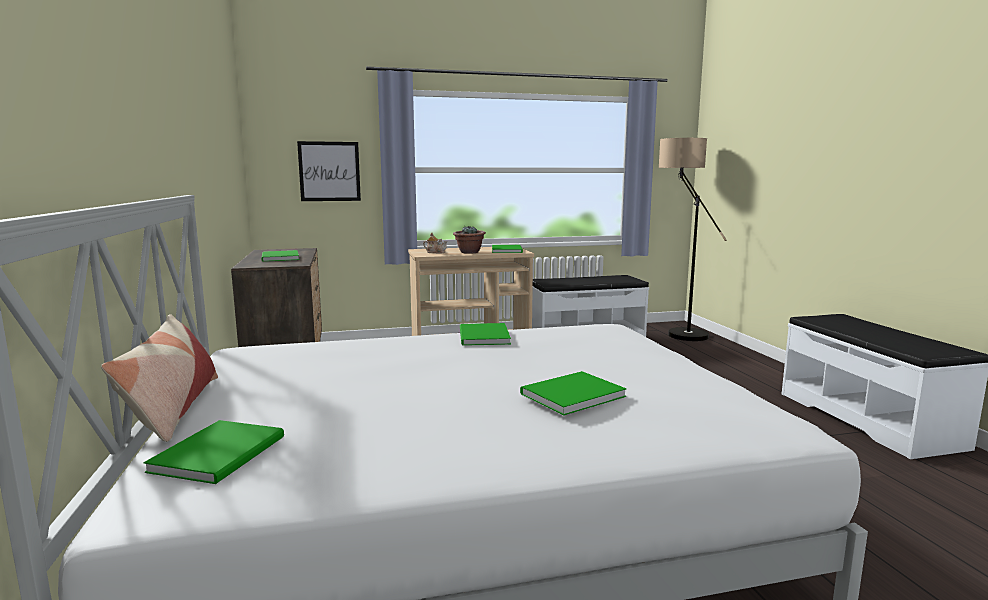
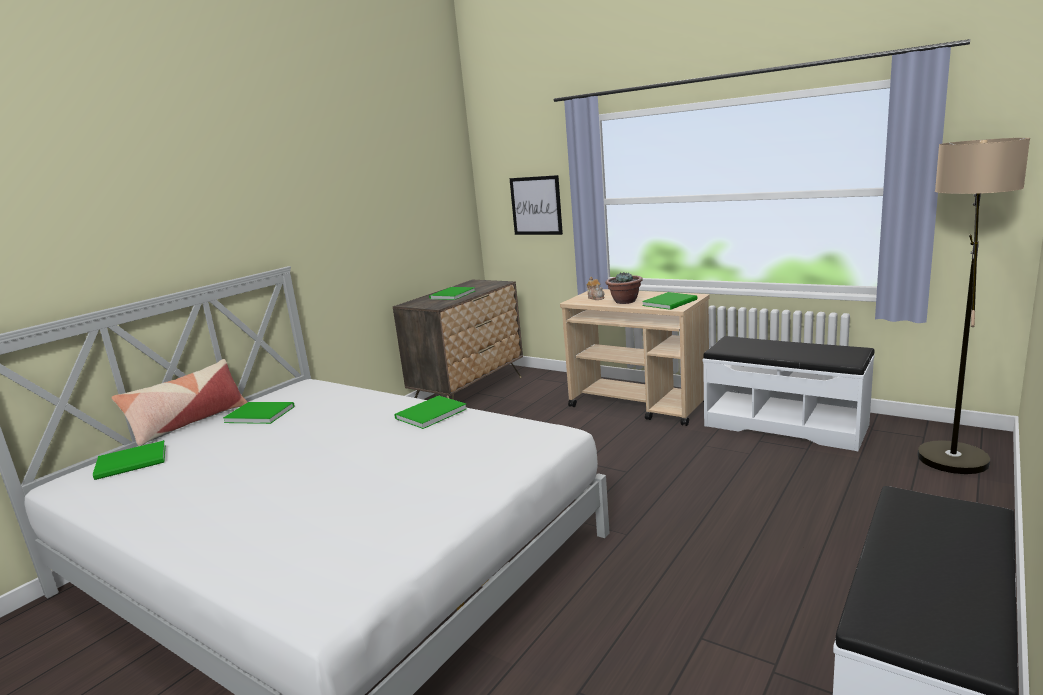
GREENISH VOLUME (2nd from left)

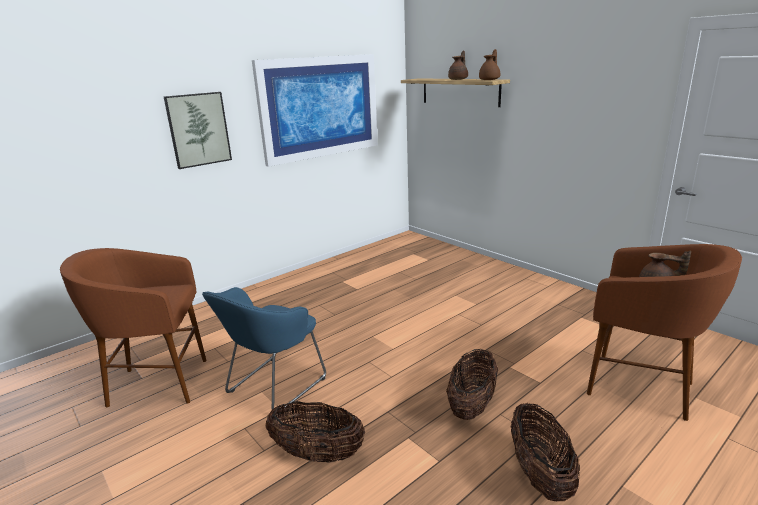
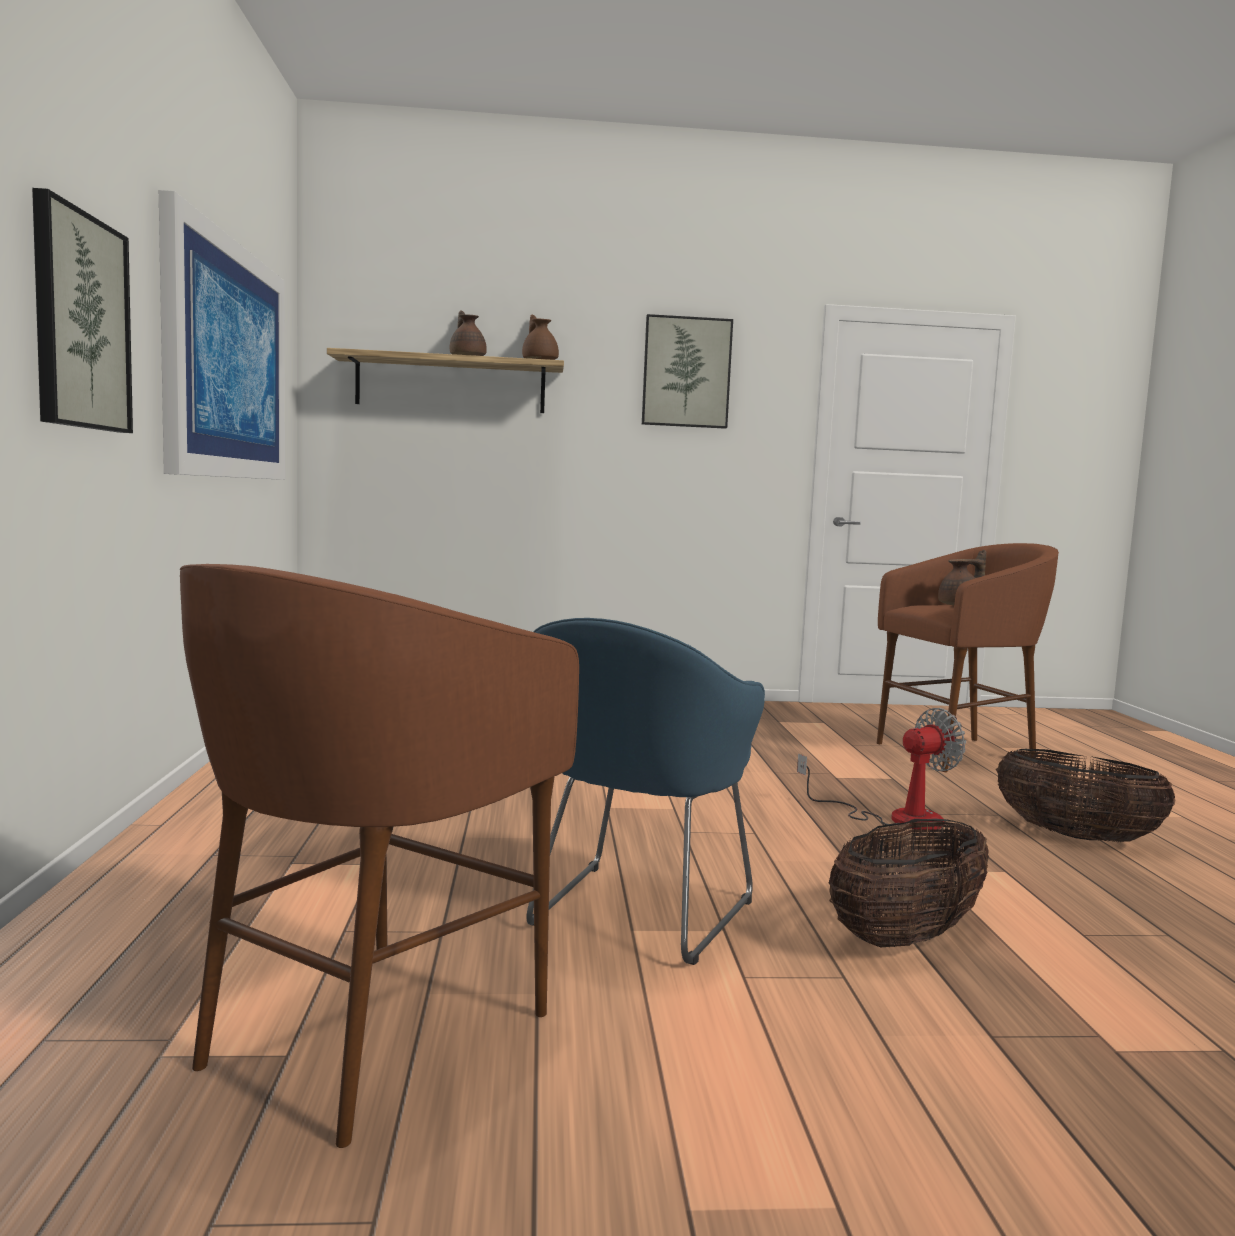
BLUE-COLOURED LOUNGE CHAIR; ELECTRIC FAN; WALL ART (3rd from left)

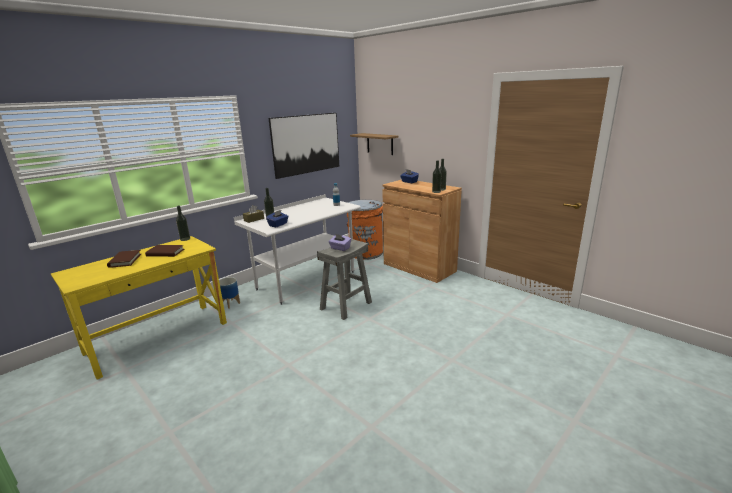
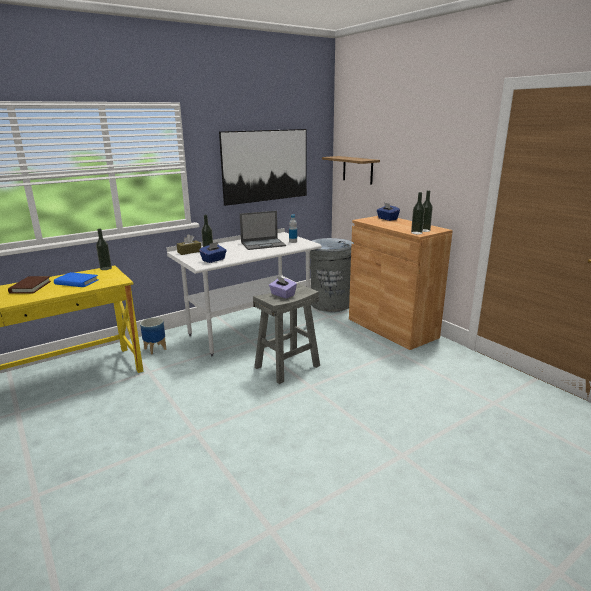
GREY WASTE BIN; BLUE-COLOURED VOLUME; LAPTOP

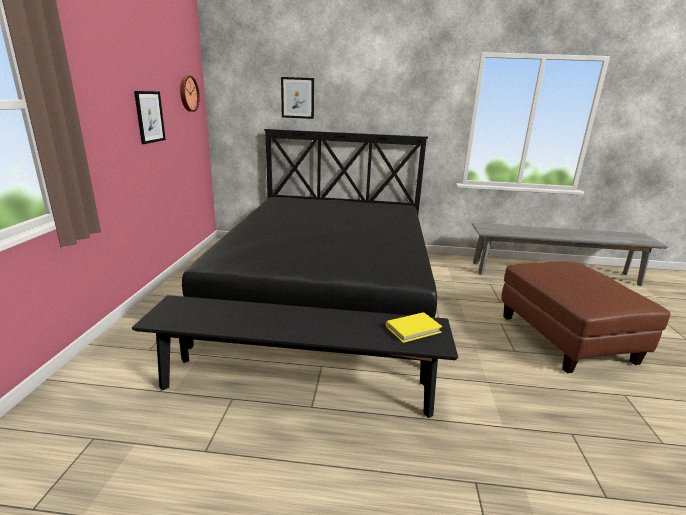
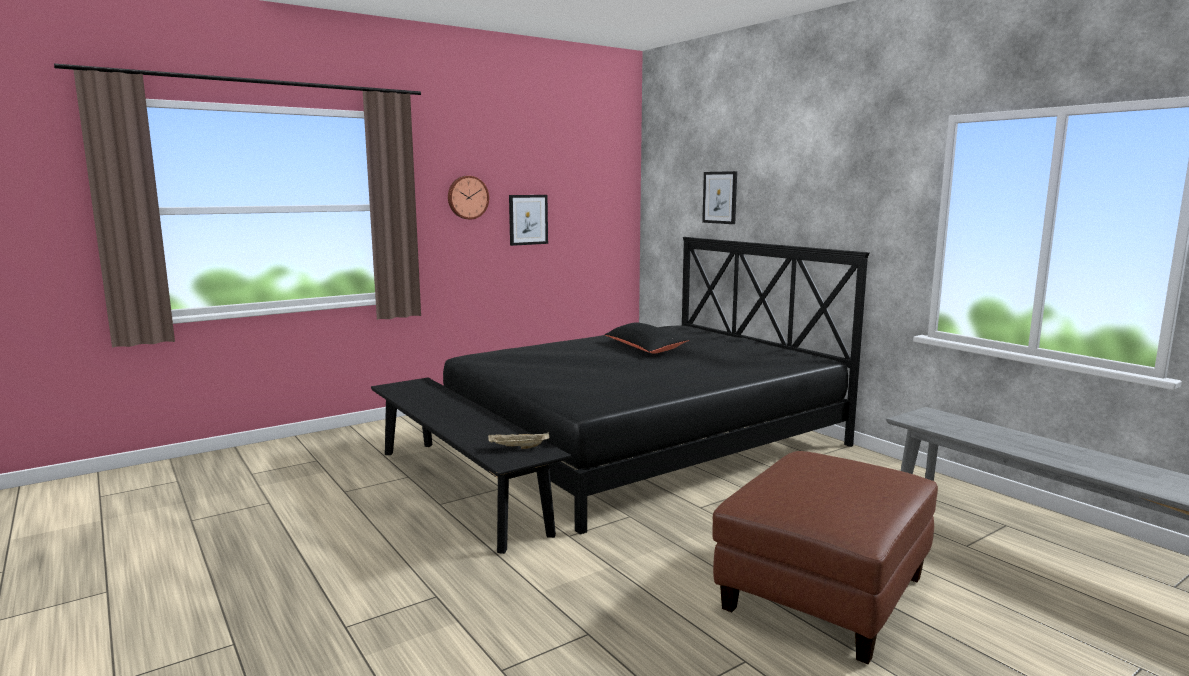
WALL CLOCK; BEIGE-COLOURED SERVING TRAY; BLACK-COLOURED PILLOW

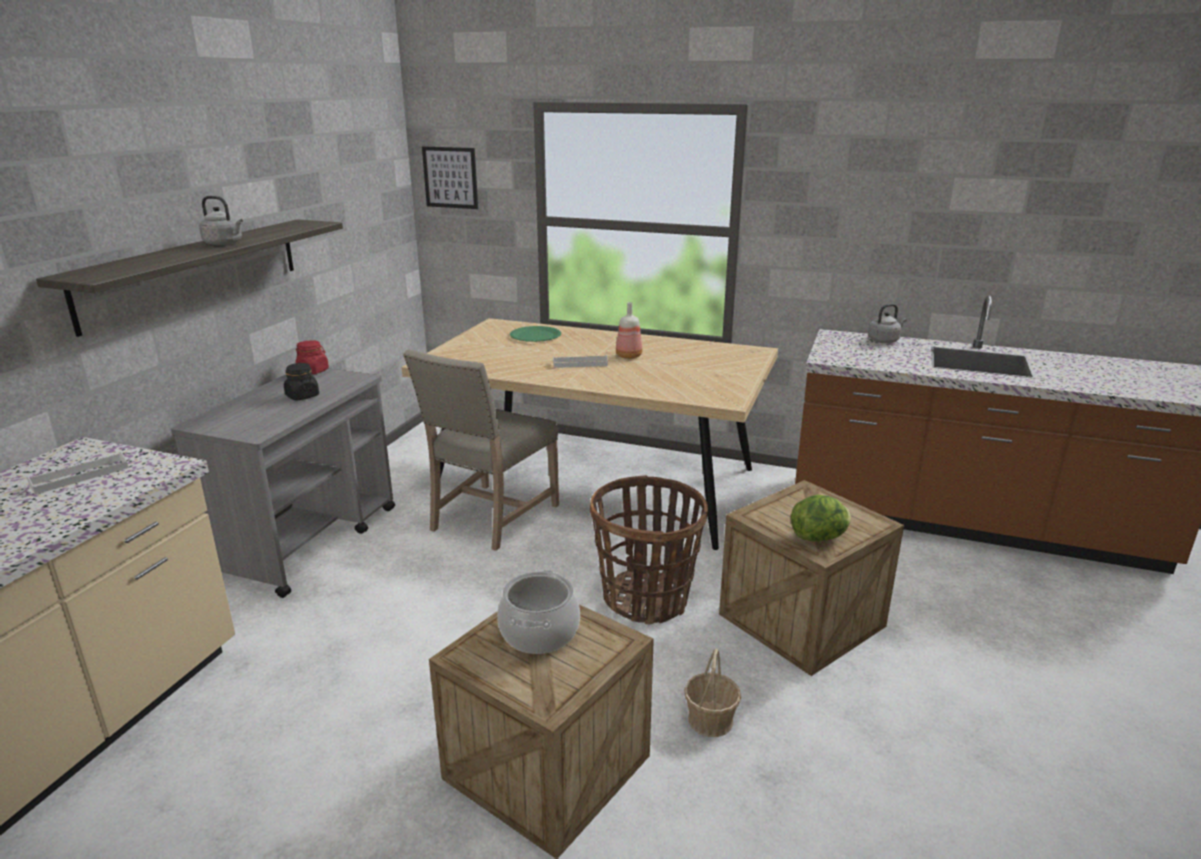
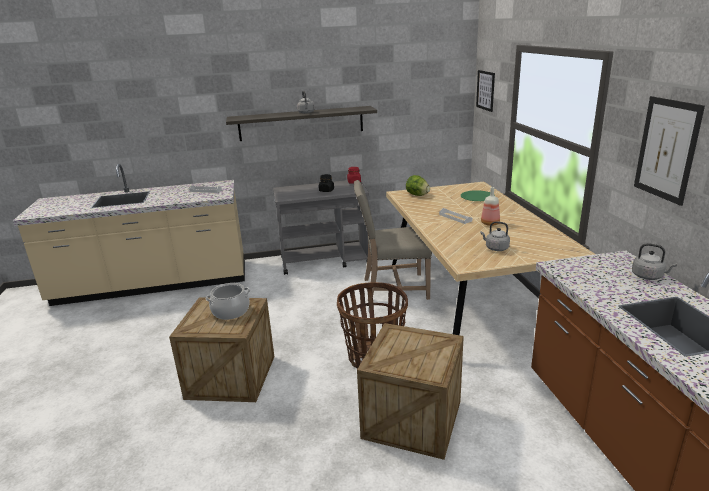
HEAD OF LETTUCE; BASKET (2nd from left in the first image); WALL ART (2nd from left); GREY KETTLE (2nd from left)

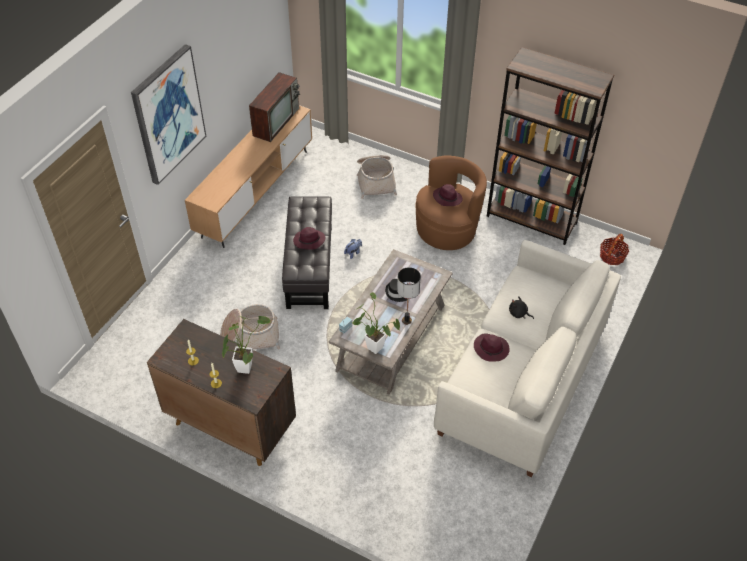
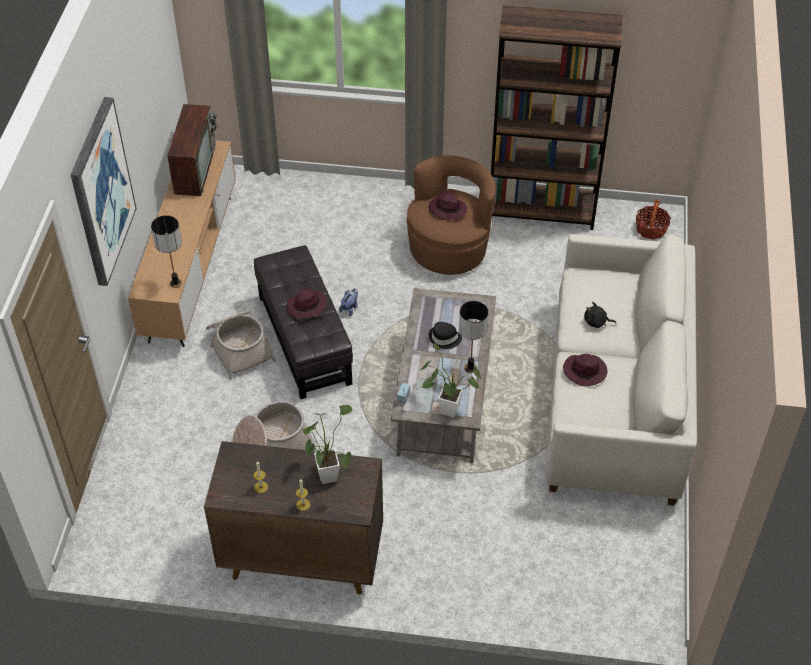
BASKET (1st from left); TABLETOP LAMP (1st from left)

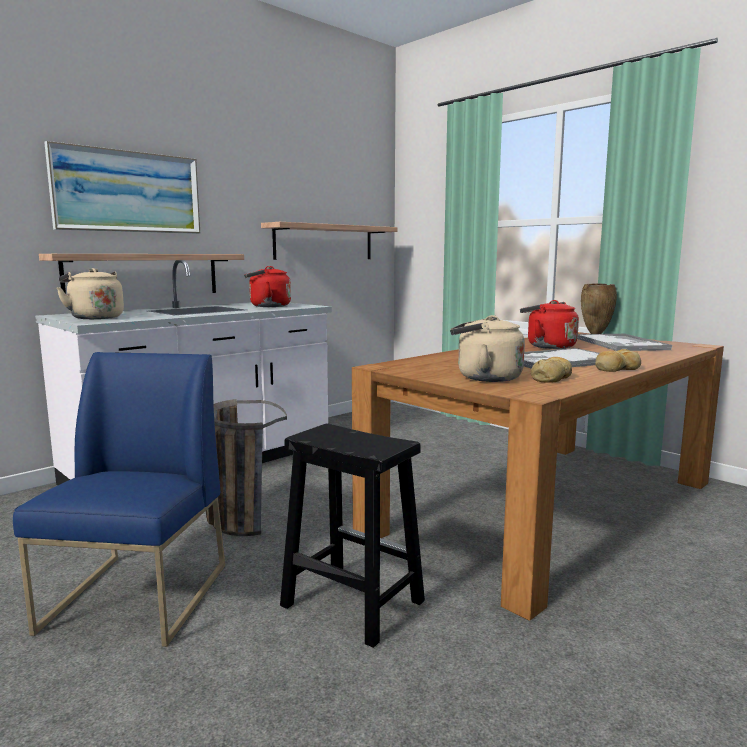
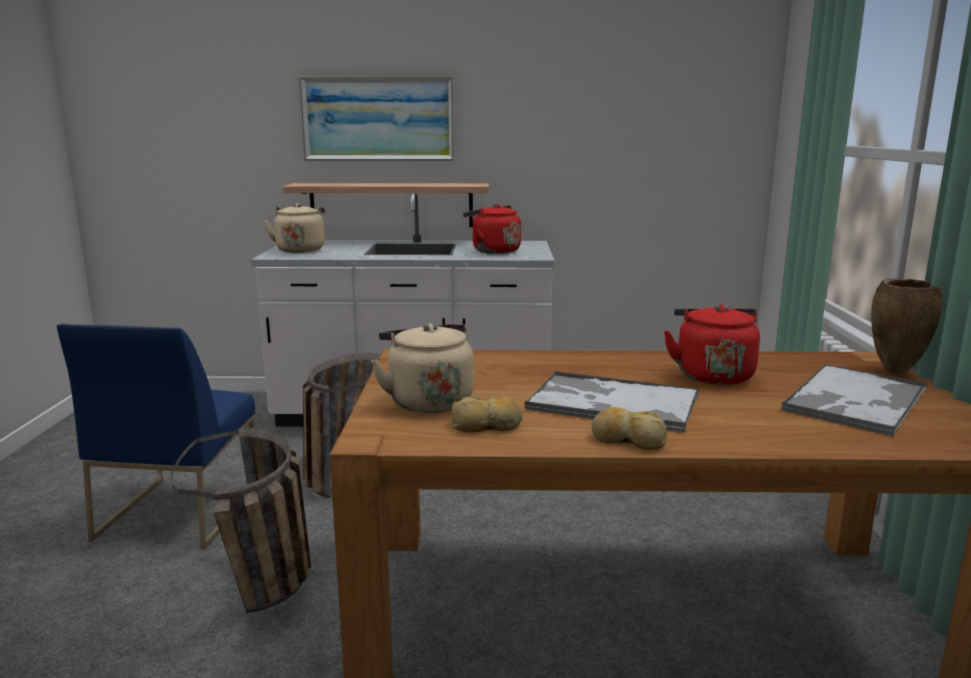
BRACKET SHELF (2nd from left in the first image); BLUE-COLOURED PLAIN CHAIR; BASKET (1st from left)

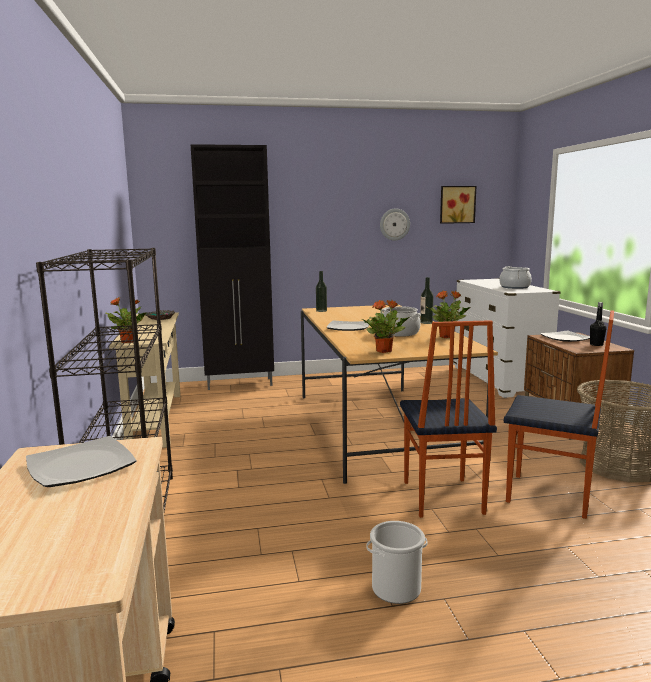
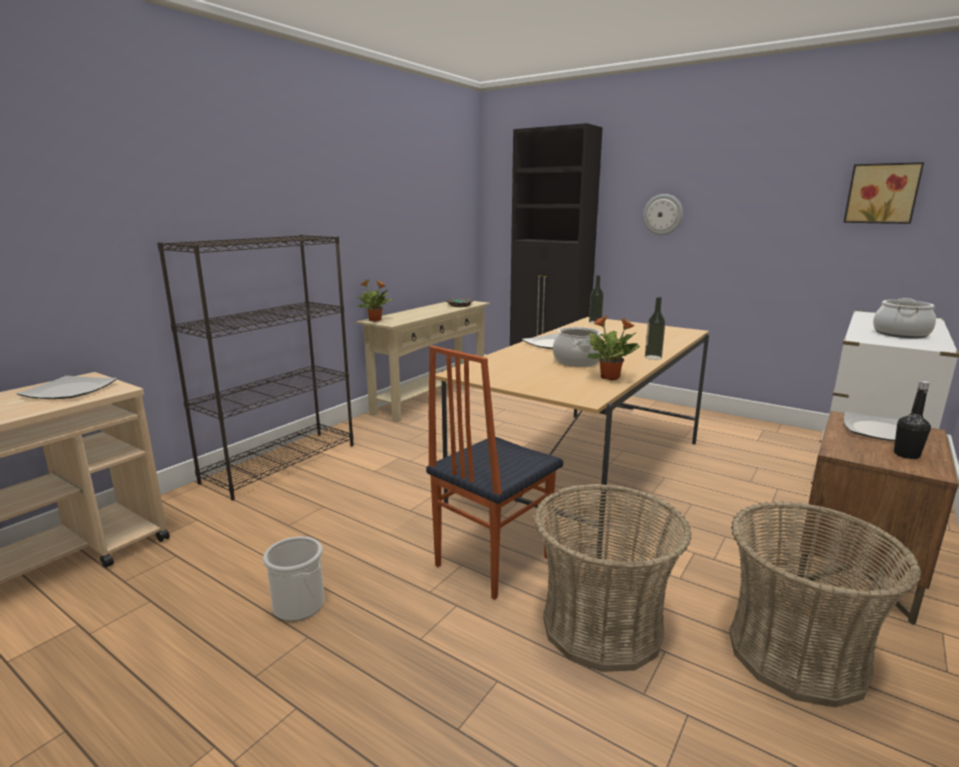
WALL CLOCK; HOUSEPLANT (2nd from left in the first image); BASKET (1st from left)

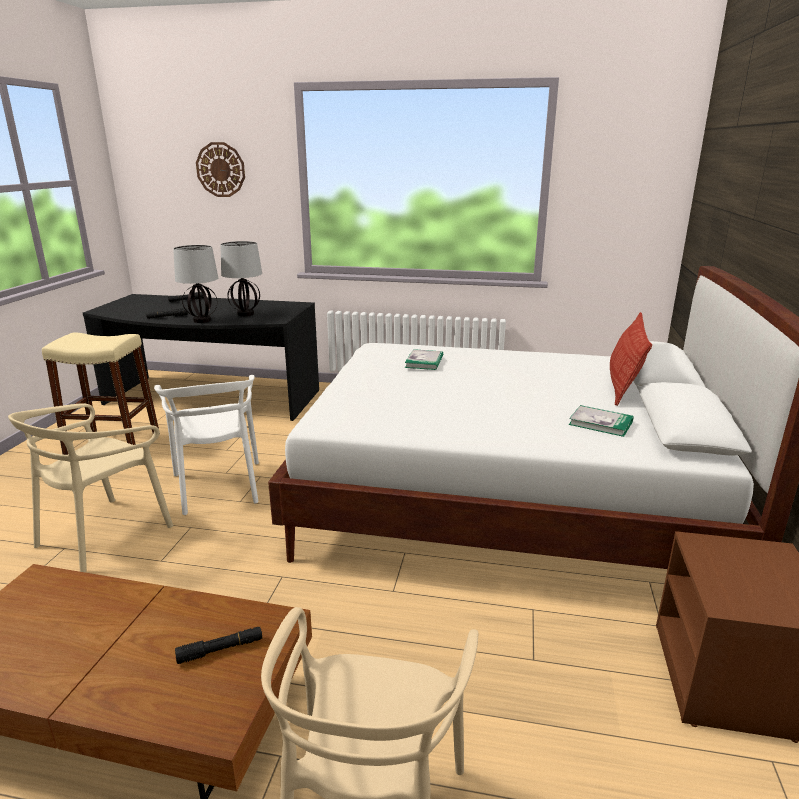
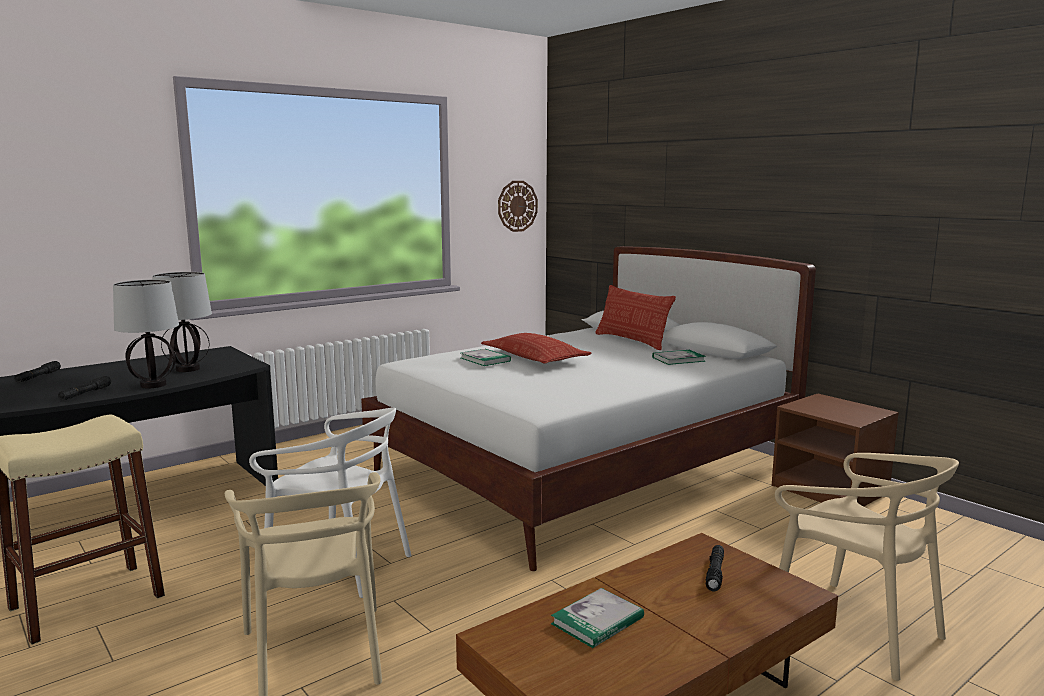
WALL CLOCK; PILLOW (1st from left); VOLUME (2nd from left)

